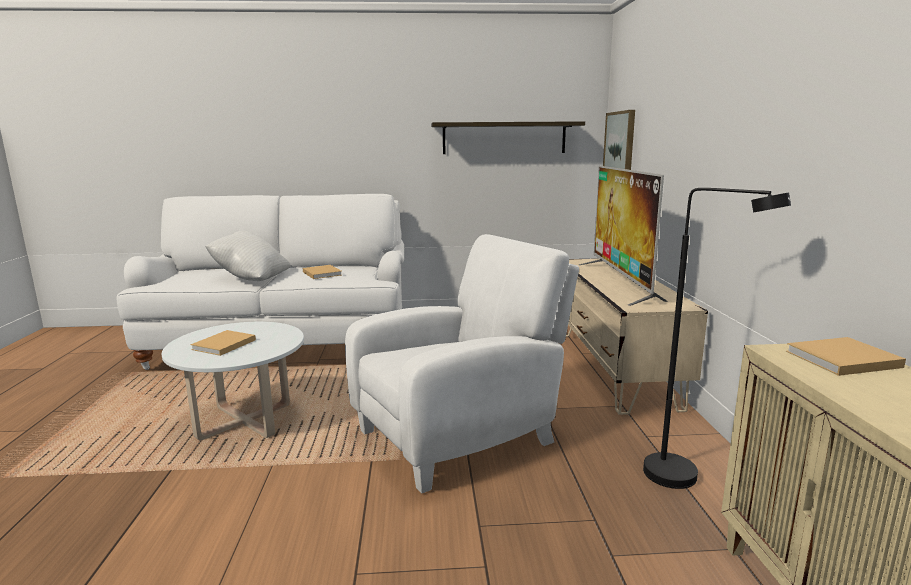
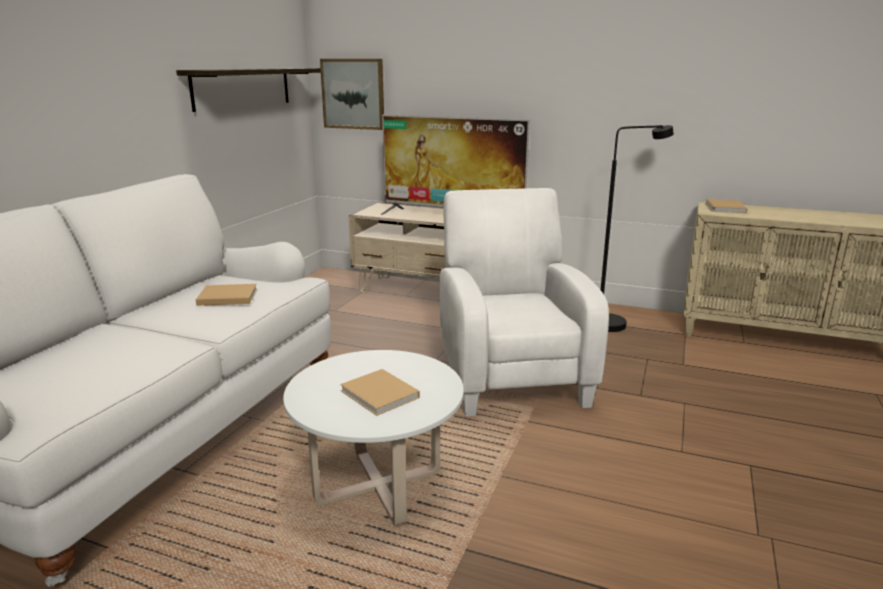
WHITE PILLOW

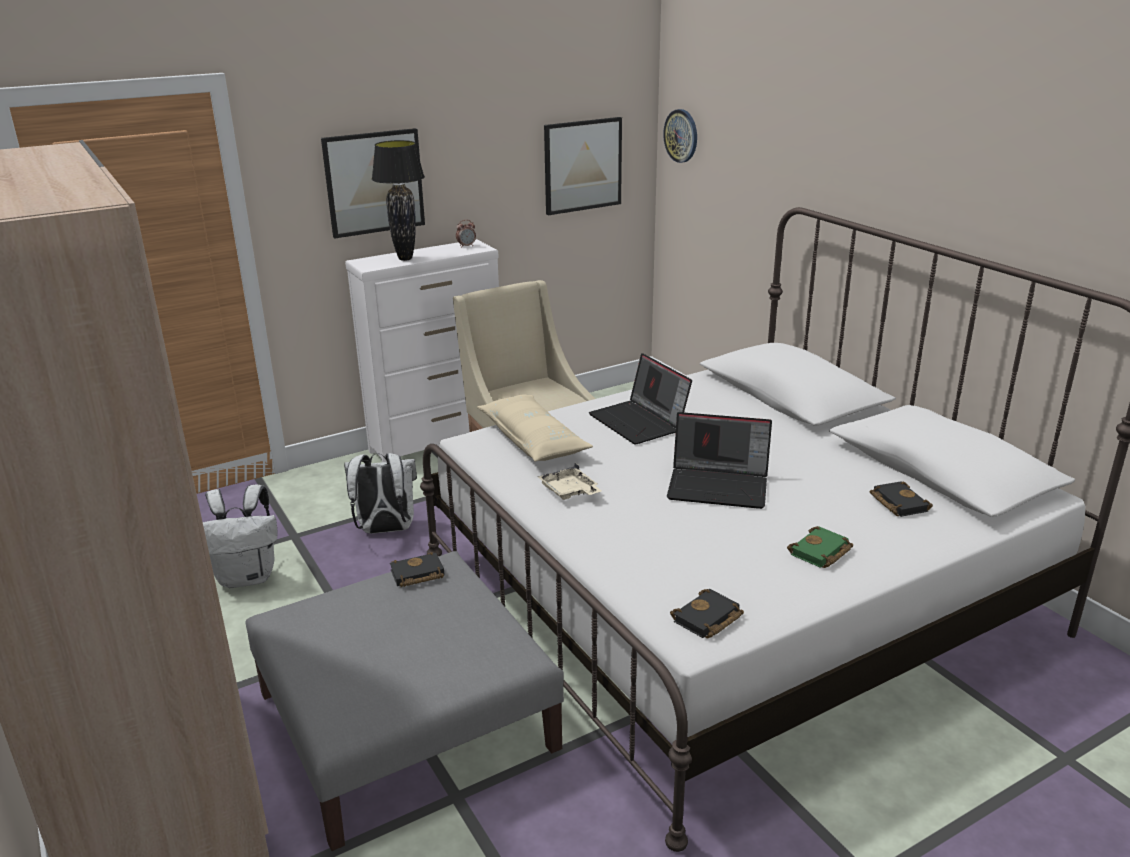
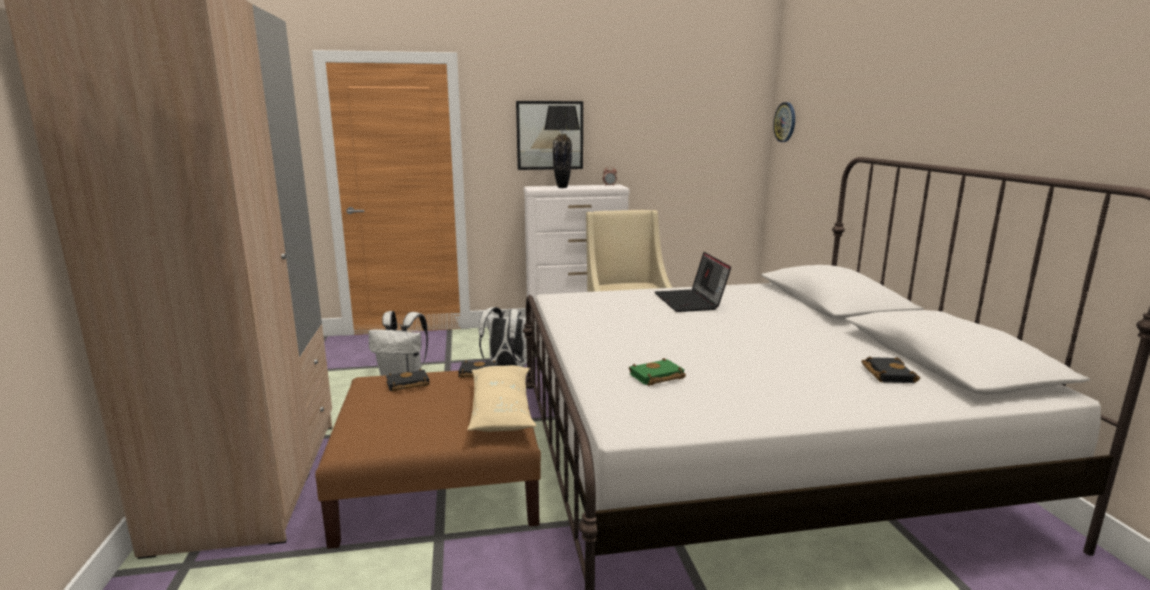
WALL ART (2nd from left in the first image); BEIGE-COLOURED PILLOW; LAPTOP (2nd from left in the first image); BEIGE-COLOURED SERVING TRAY; GREENISH VOLUME; BROWN OTTOMAN; BLACK-COLOURED VOLUME (1st from left)

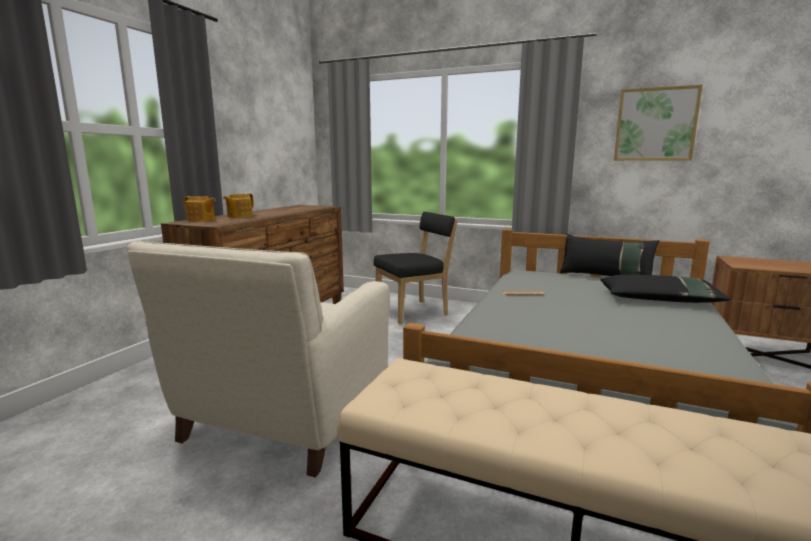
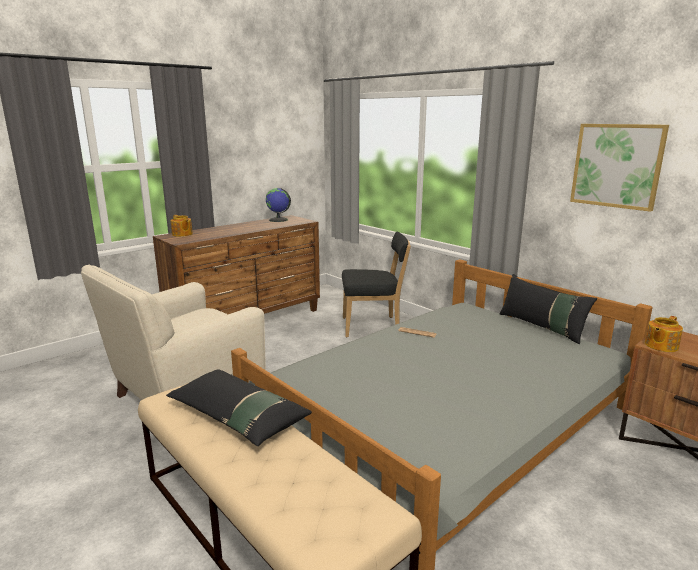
TEA POT (2nd from left); BLACK-COLOURED PILLOW (1st from left); WORLD GLOBE

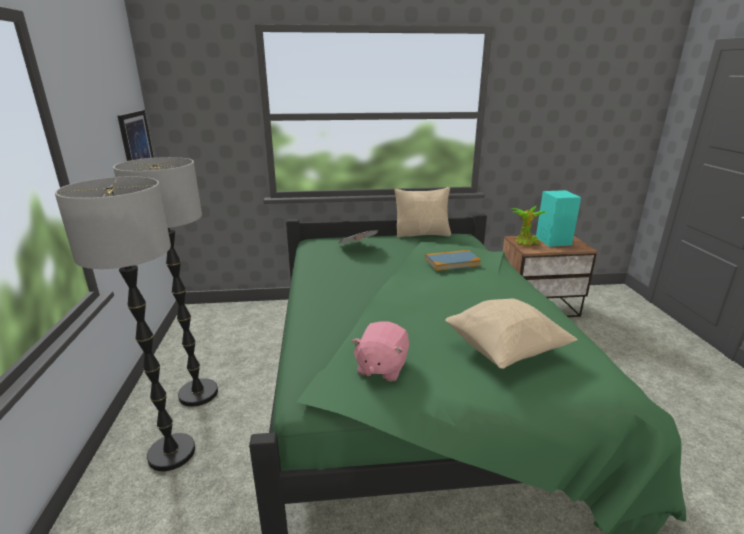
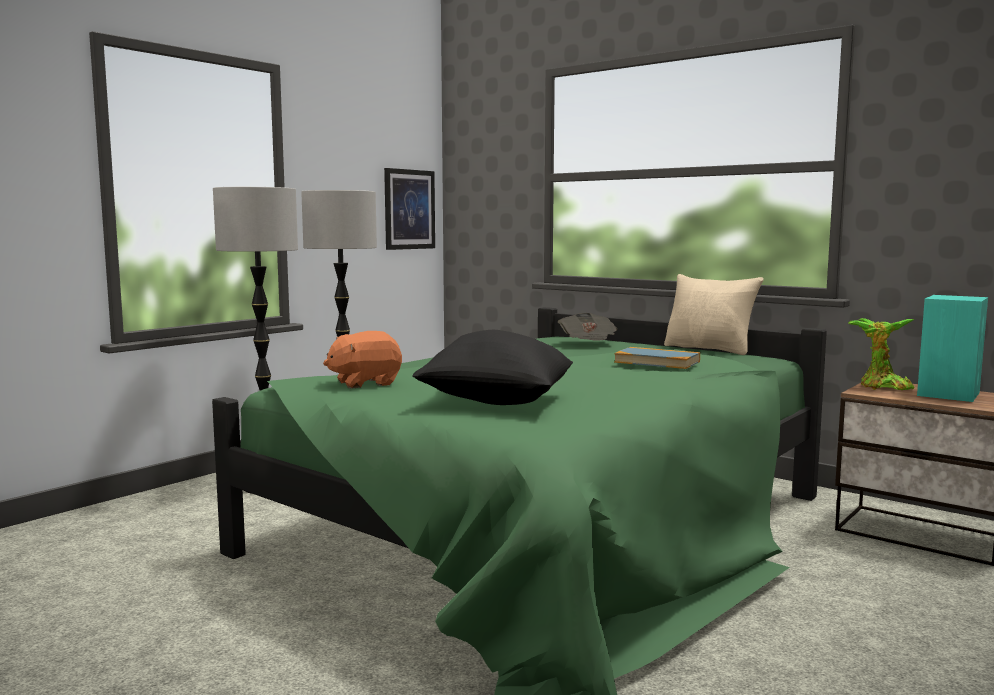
BLACK-COLOURED PILLOW; ORANGEY PLUSH TOY

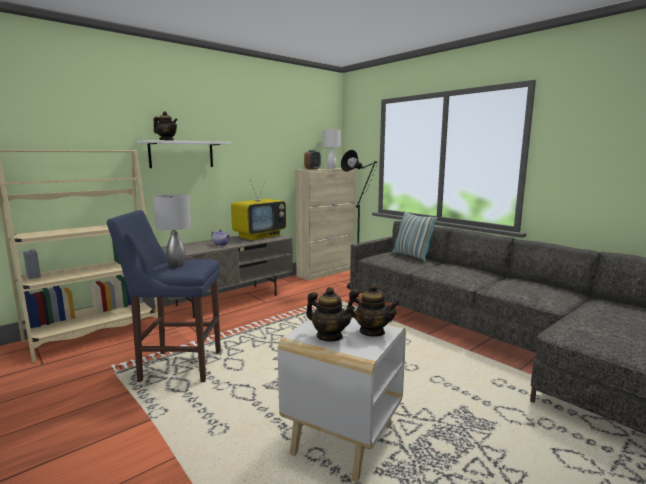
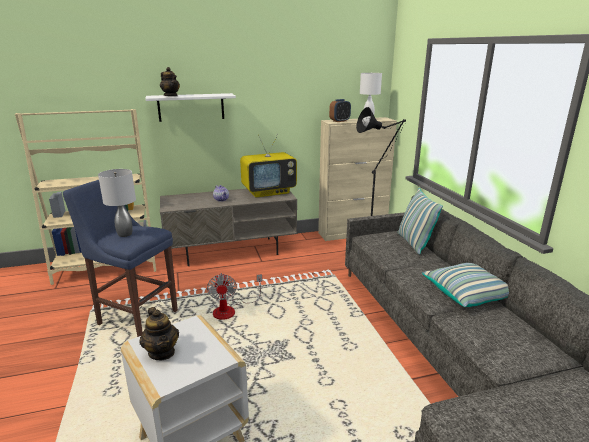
TEA POT (4th from left in the first image); PILLOW (2nd from left); ELECTRIC FAN

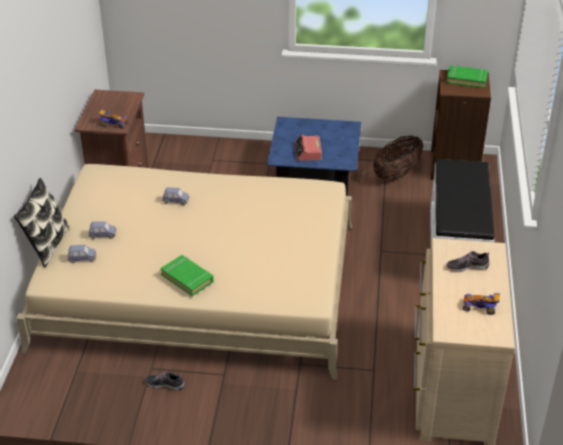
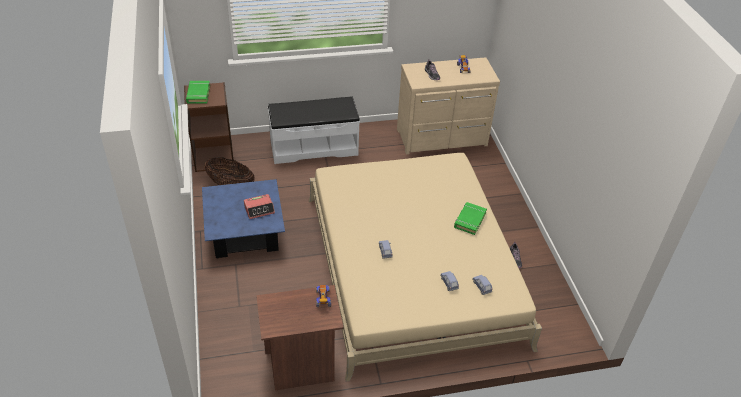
PILLOW

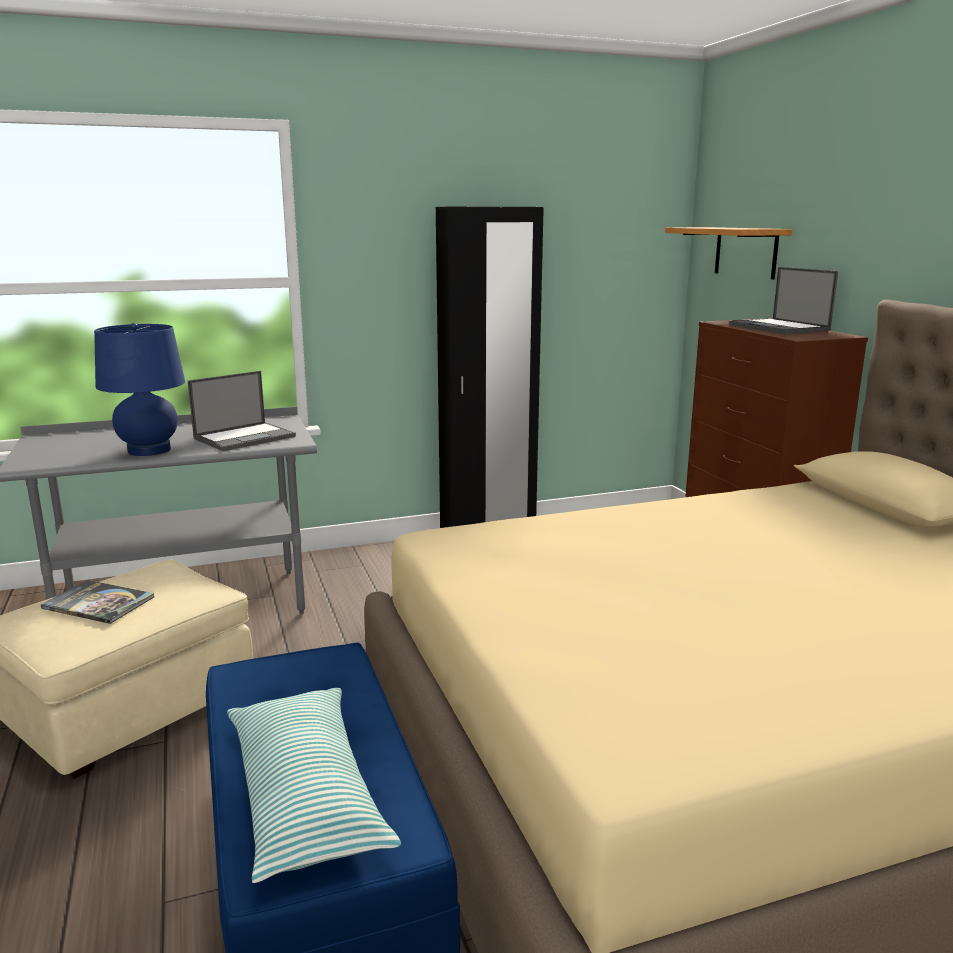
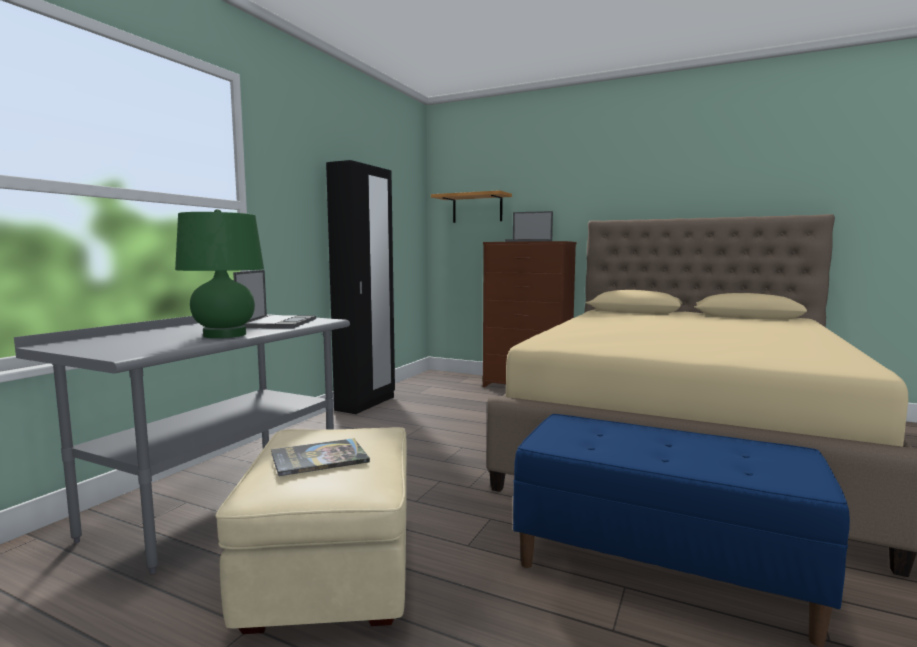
GREENISH TABLETOP LAMP; PILLOW

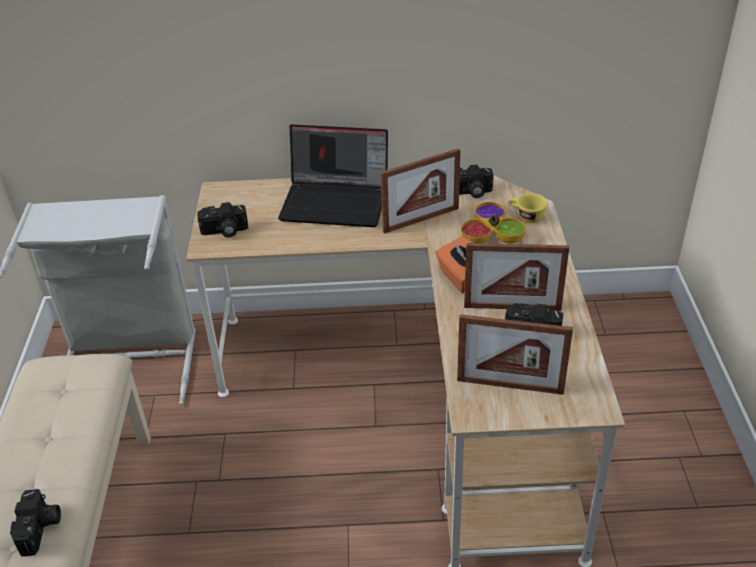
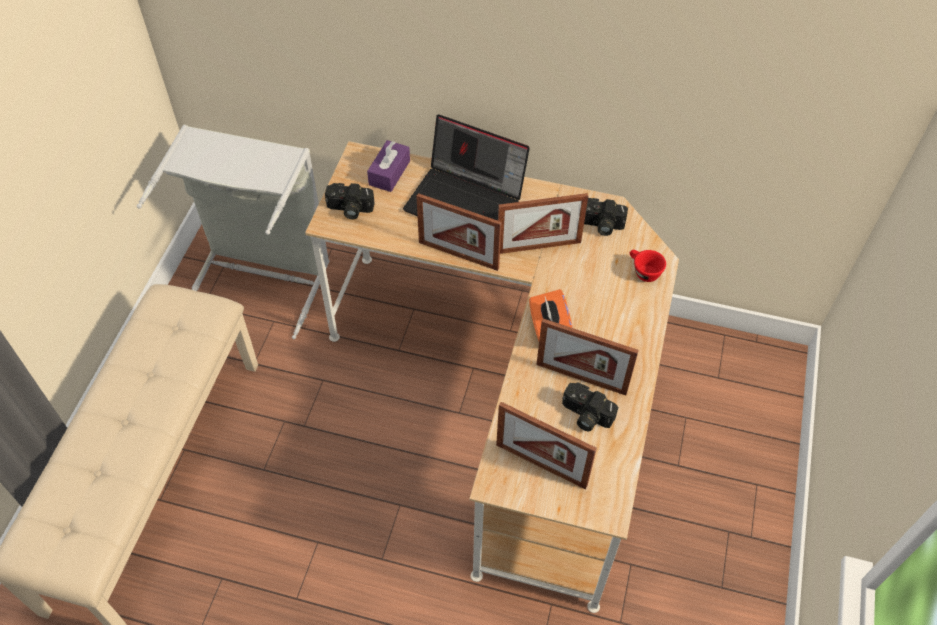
RED DRINKING CUP; DEEP DISH; PHOTO CAMERA (1st from left in the first image); PURPLE TISSUE HOLDER; PICTURE FRAME (1st from left)

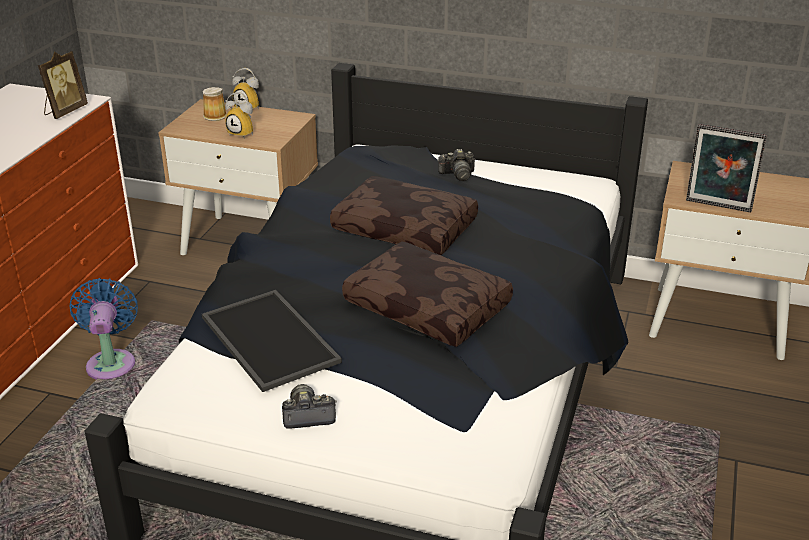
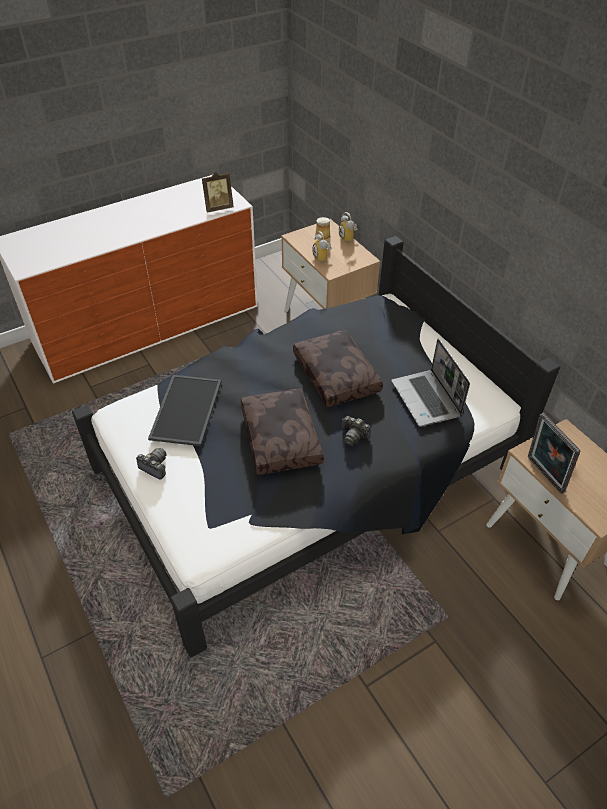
PHOTO CAMERA (2nd from left); BLUE-COLOURED ELECTRIC FAN; LAPTOP

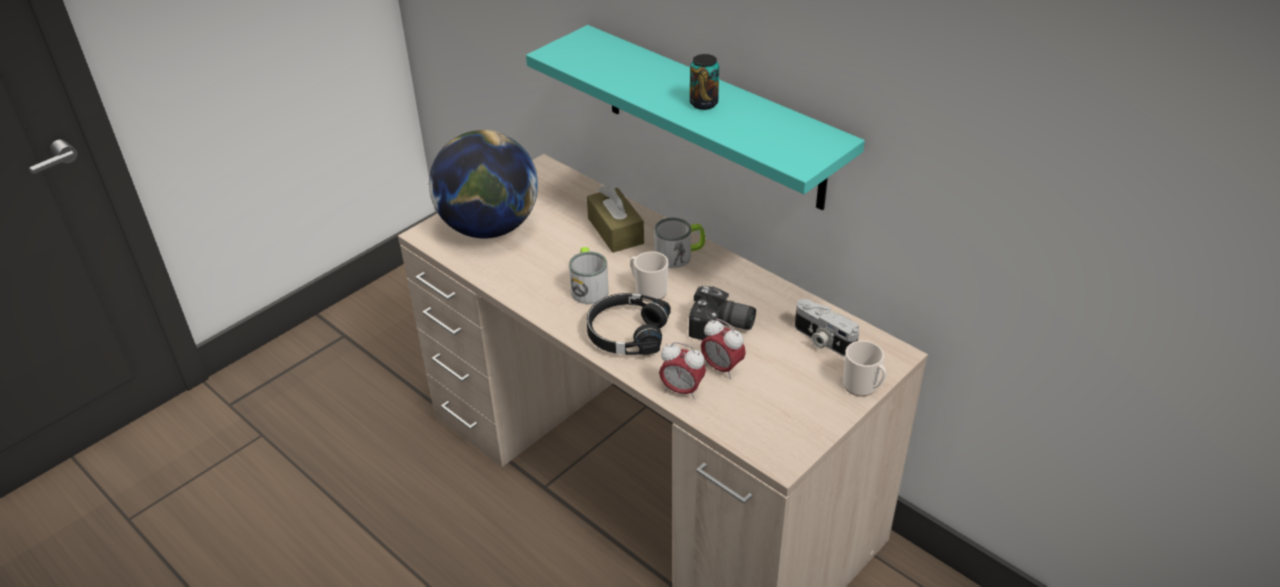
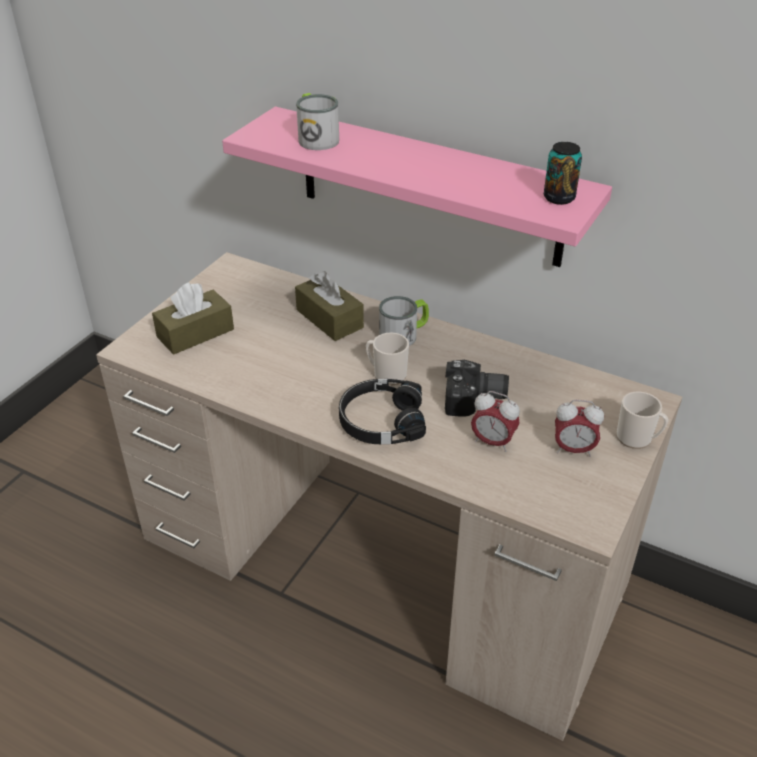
PINK BRACKET SHELF; SEALED CAN; BROWN TISSUE HOLDER (1st from left); TEA MUG (1st from left); PHOTO CAMERA (2nd from left in the first image); TABLE CLOCK (2nd from left)

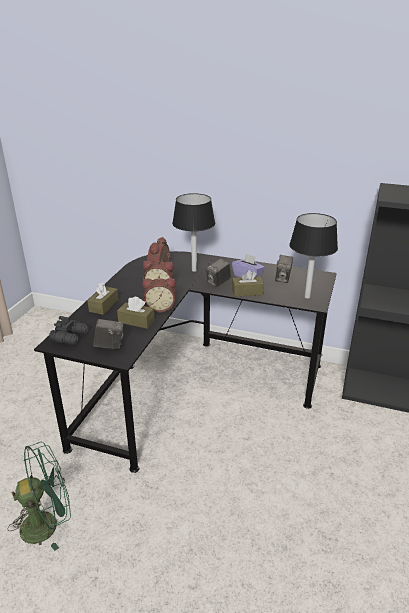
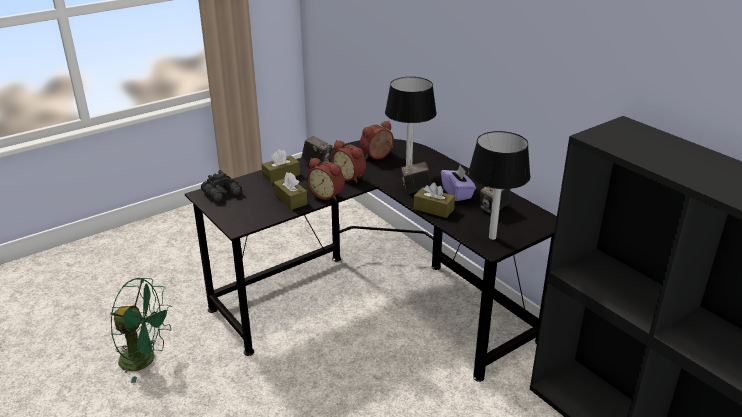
PHOTO CAMERA (1st from left)

